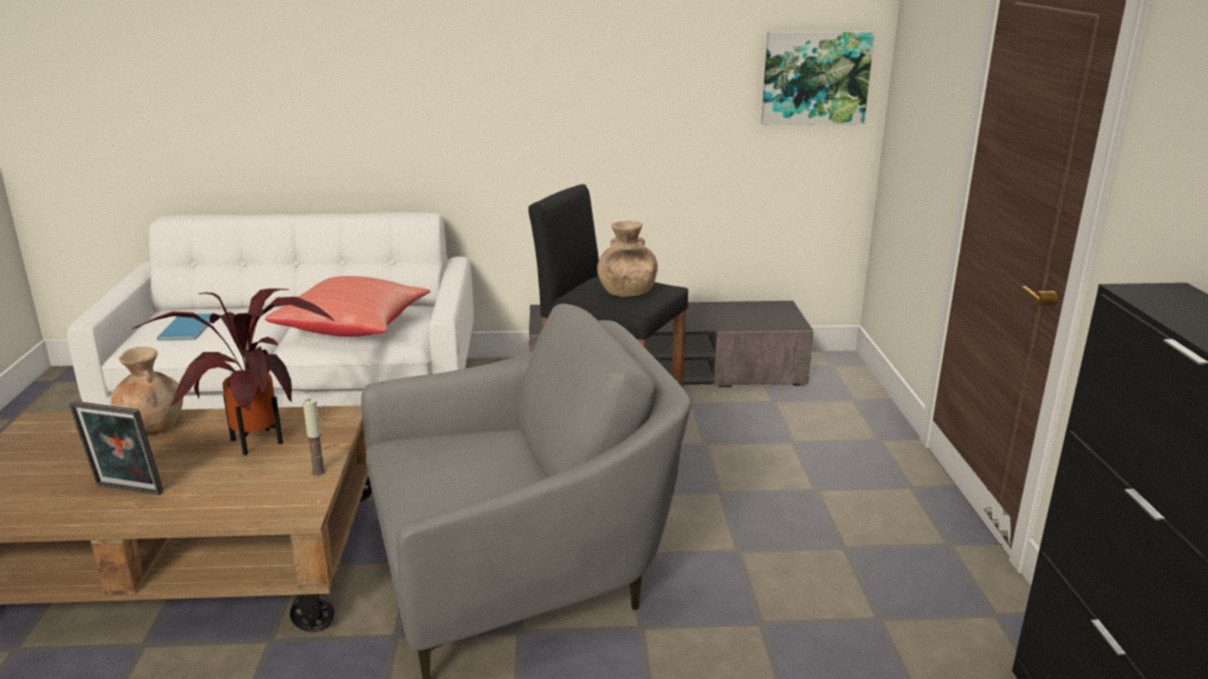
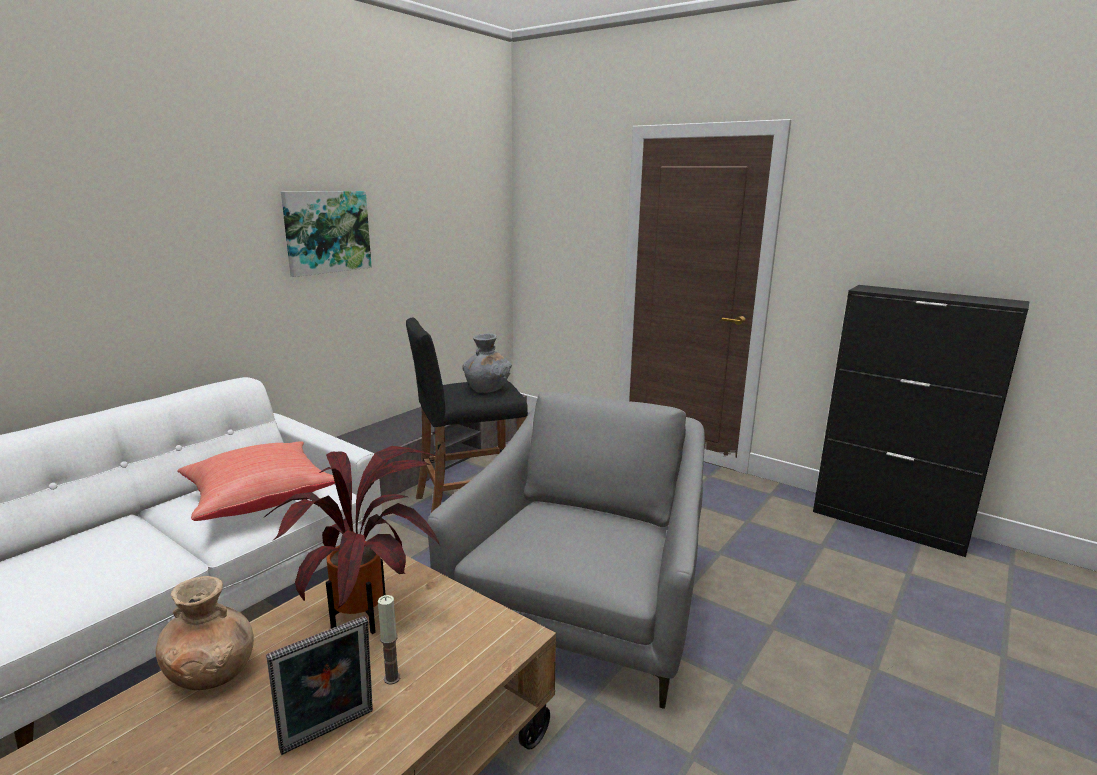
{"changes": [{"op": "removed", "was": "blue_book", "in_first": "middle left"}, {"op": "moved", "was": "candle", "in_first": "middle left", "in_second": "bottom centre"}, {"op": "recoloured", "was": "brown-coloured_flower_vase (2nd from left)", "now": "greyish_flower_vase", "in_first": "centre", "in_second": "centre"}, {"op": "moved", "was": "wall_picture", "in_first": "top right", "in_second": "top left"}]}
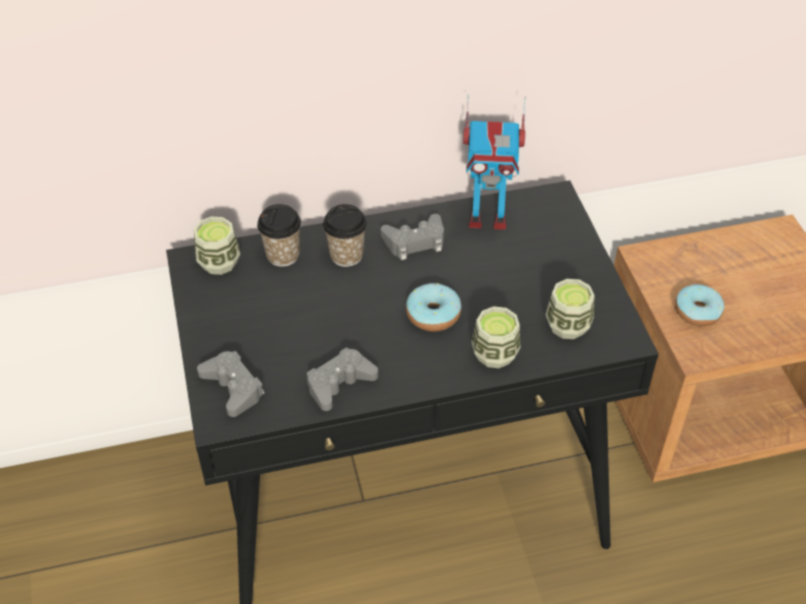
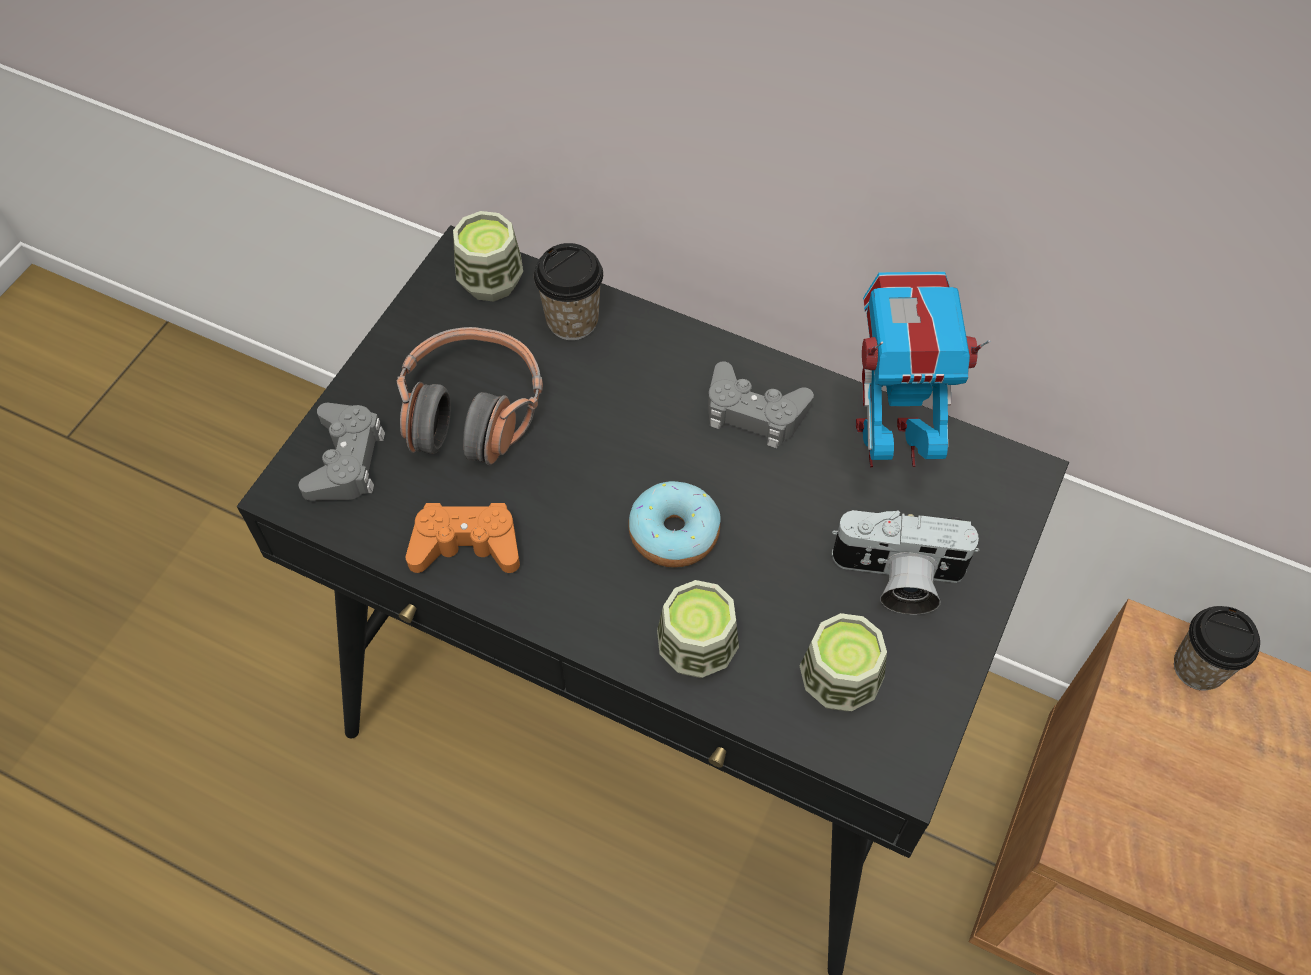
{"changes": [{"op": "recoloured", "was": "greyish_gamepad (2nd from left)", "now": "orange_gamepad", "in_first": "centre", "in_second": "centre"}, {"op": "moved", "was": "small_cup (3rd from left in the first image)", "now": "small_cup (5th from left)", "in_first": "centre", "in_second": "middle right"}, {"op": "turned", "was": "toy_robot", "in_first": "top centre", "in_second": "middle right", "clockwise": 135}, {"op": "removed", "was": "donut (2nd from left)", "in_first": "middle right"}, {"op": "added", "now": "headset", "in_second": "centre"}, {"op": "added", "now": "photo_camera", "in_second": "middle right"}]}
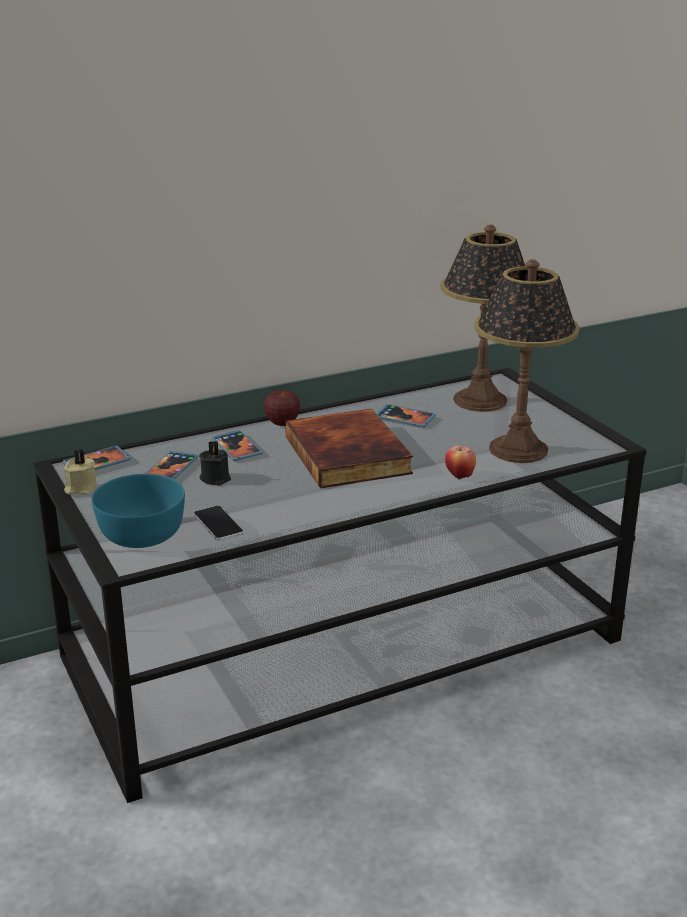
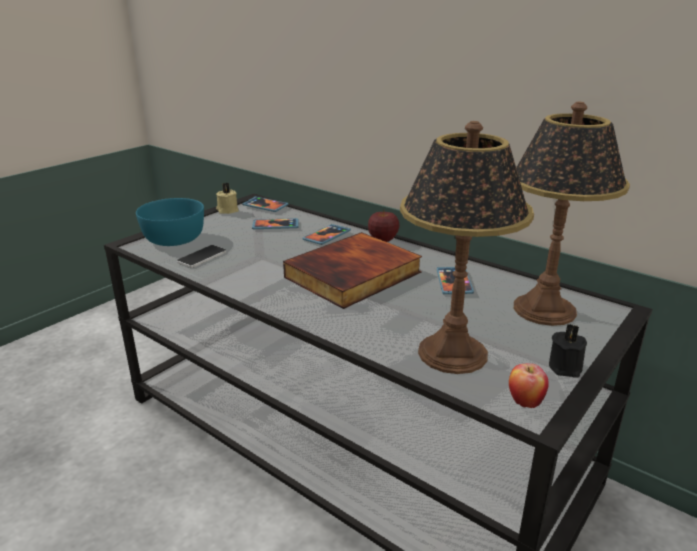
{"changes": [{"op": "moved", "was": "blackish_candle", "in_first": "middle left", "in_second": "middle right"}, {"op": "moved", "was": "apple_fruit (2nd from left)", "in_first": "middle right", "in_second": "bottom right"}]}
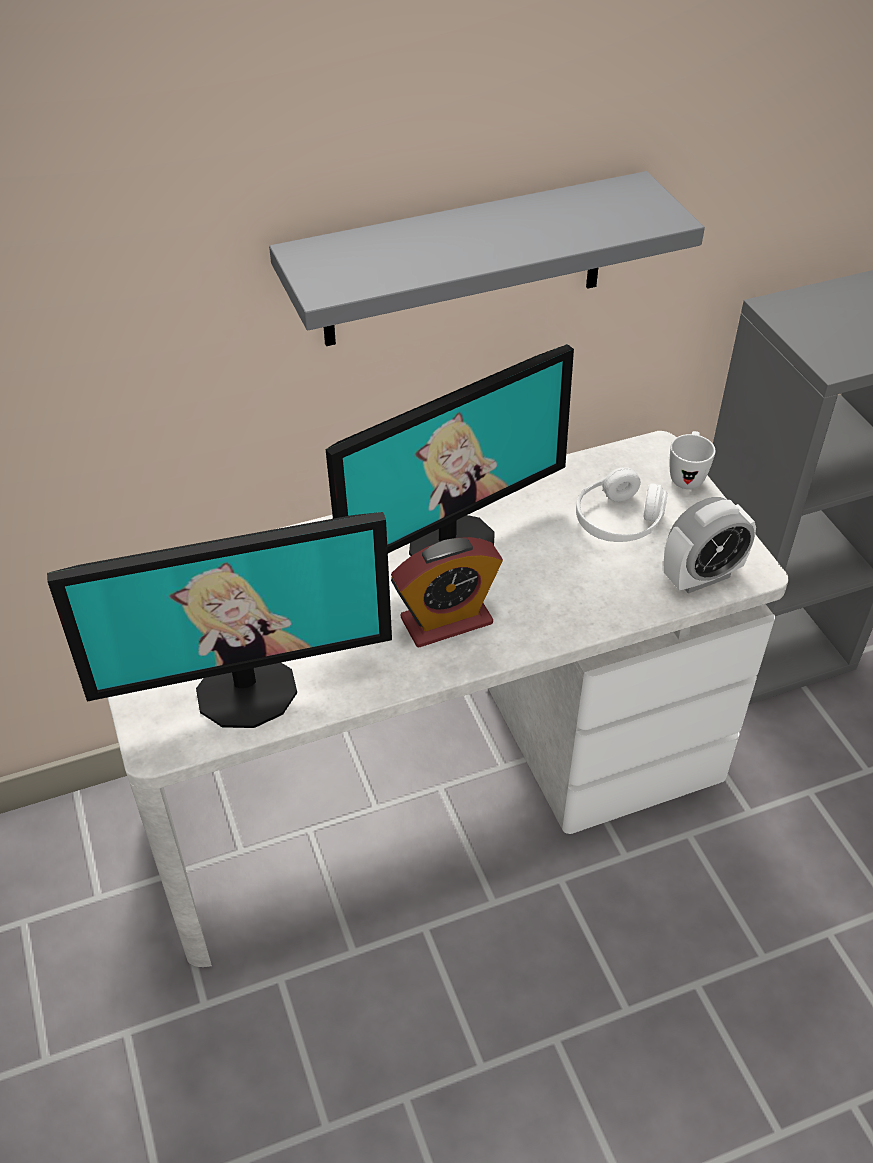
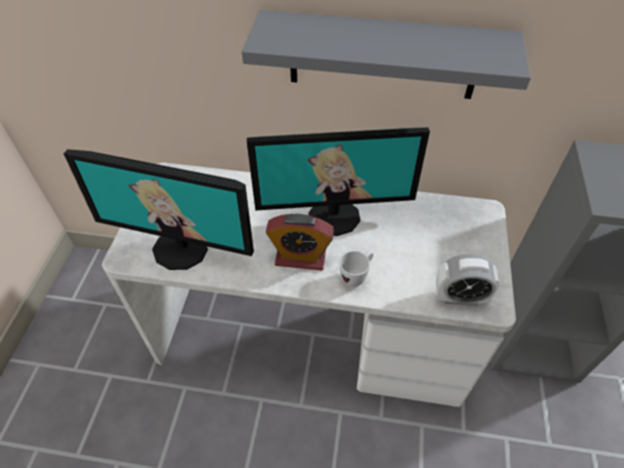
{"changes": [{"op": "removed", "was": "white-coloured_headset", "in_first": "middle right"}, {"op": "moved", "was": "white-coloured_mug", "in_first": "middle right", "in_second": "centre"}]}
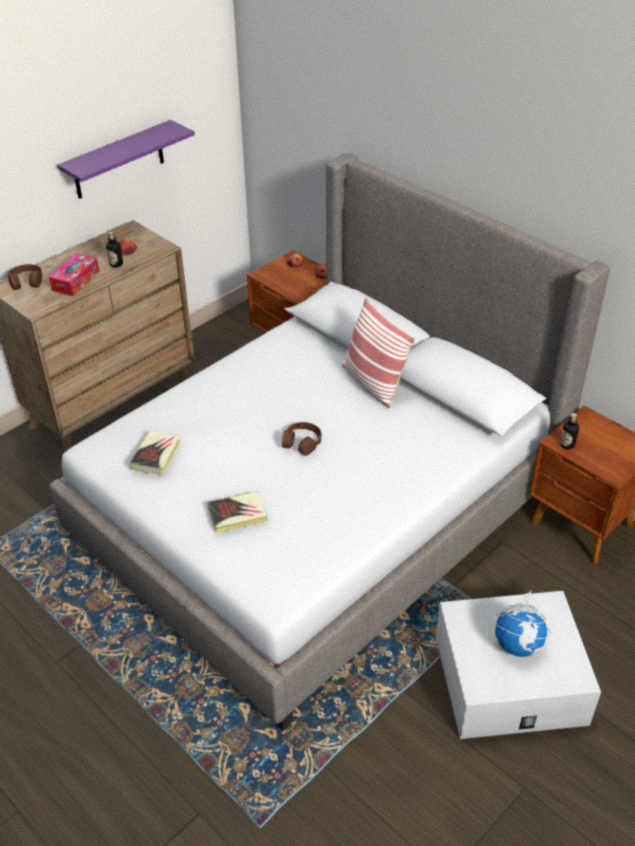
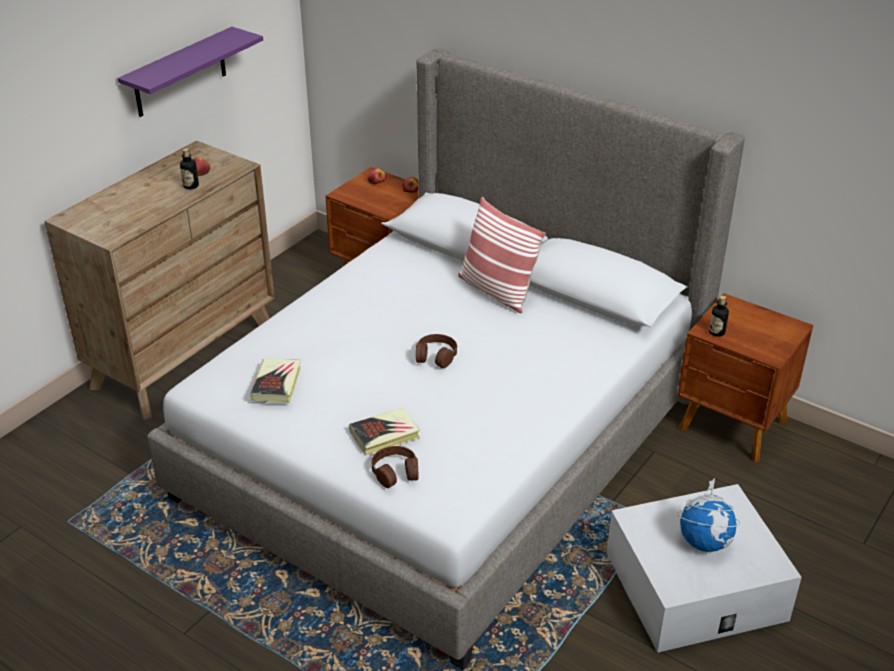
{"changes": [{"op": "moved", "was": "brown-coloured_headset (1st from left)", "in_first": "top left", "in_second": "bottom centre"}, {"op": "removed", "was": "box_of_tissues", "in_first": "top left"}]}
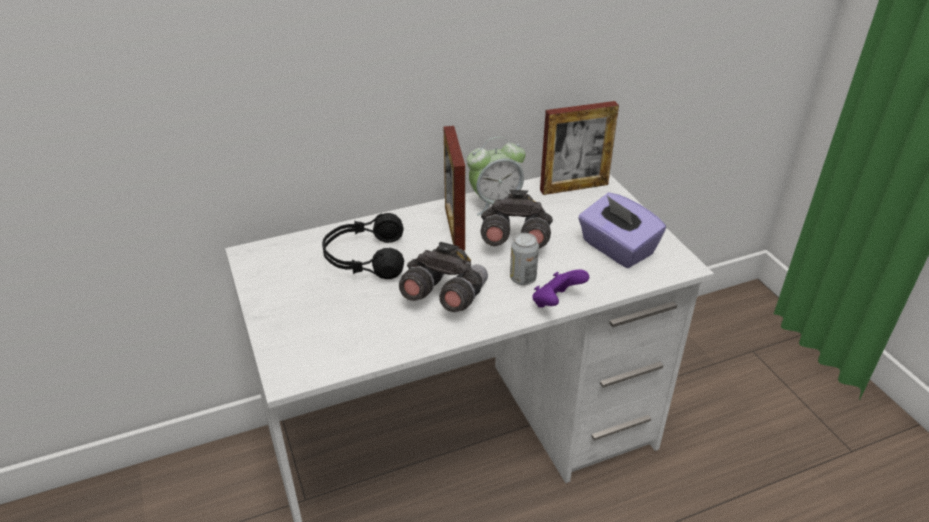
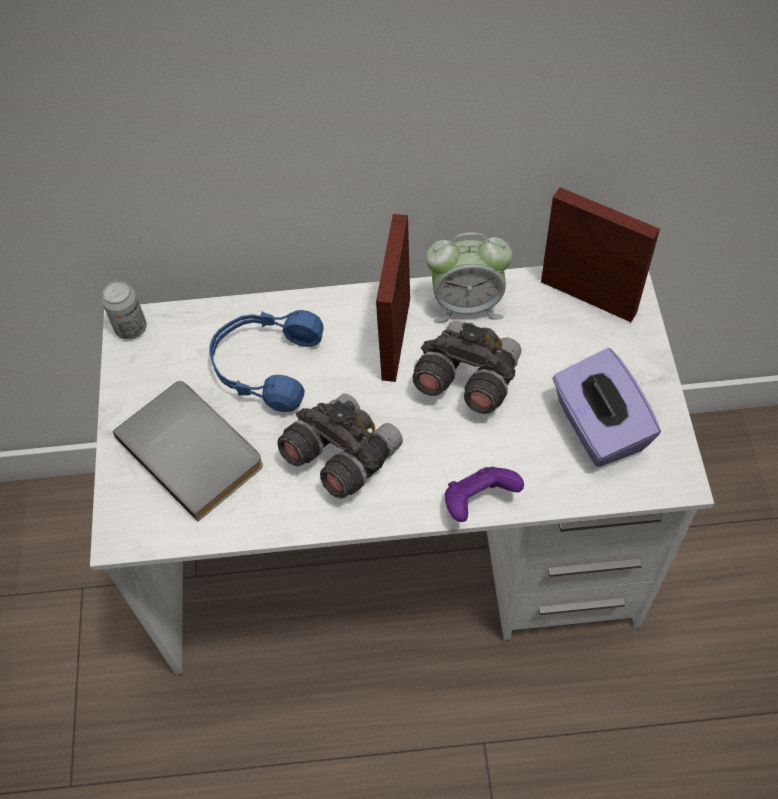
{"changes": [{"op": "recoloured", "was": "blackish_headset", "now": "blue_headset", "in_first": "centre", "in_second": "centre"}, {"op": "moved", "was": "sealed_can", "in_first": "centre", "in_second": "middle left"}, {"op": "turned", "was": "picture_frame (2nd from left)", "in_first": "top centre", "in_second": "top right", "clockwise": -150}, {"op": "added", "now": "greyish_book", "in_second": "middle left"}]}
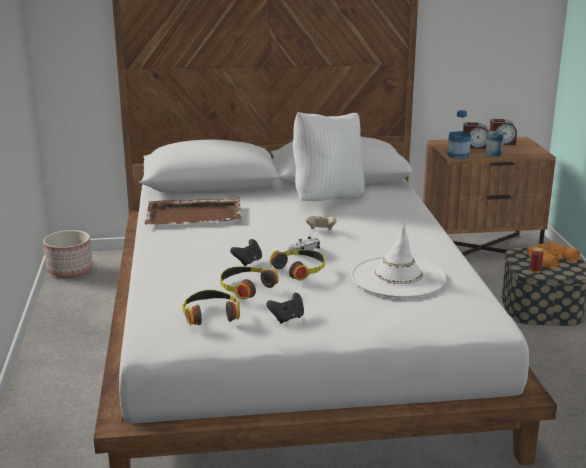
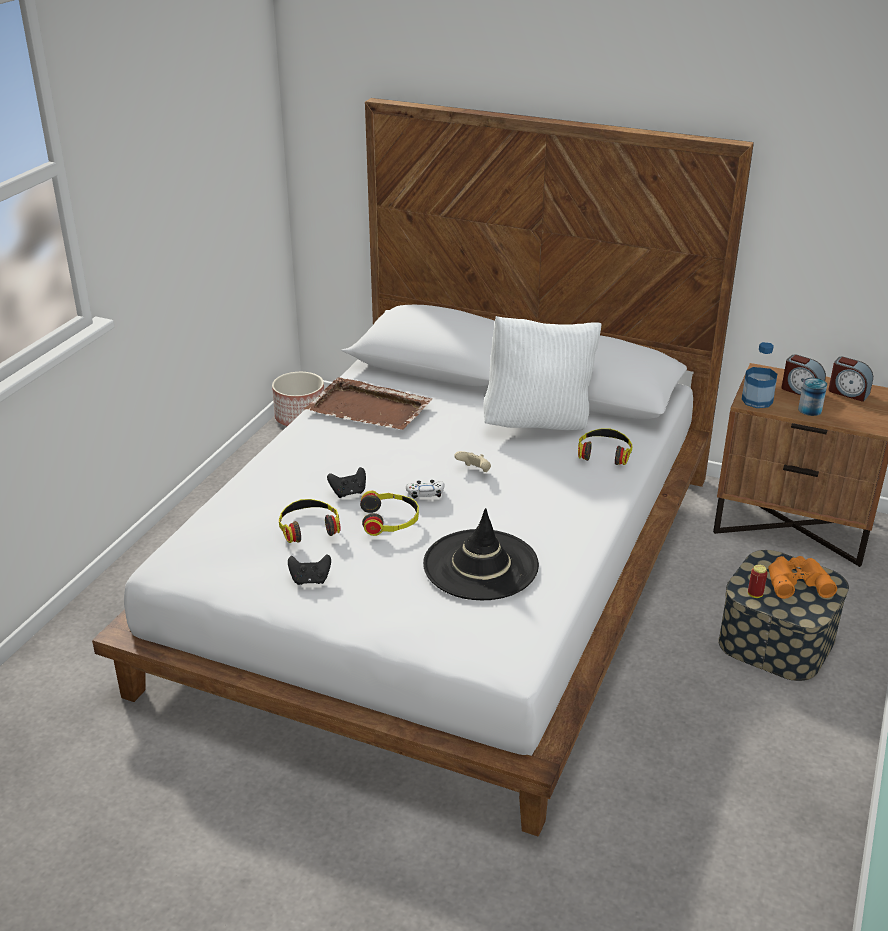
{"changes": [{"op": "moved", "was": "headset (1st from left in the first image)", "now": "headset (3rd from left)", "in_first": "centre", "in_second": "middle right"}, {"op": "recoloured", "was": "white-coloured_wearable_hat", "now": "blackish_wearable_hat", "in_first": "middle right", "in_second": "centre"}]}
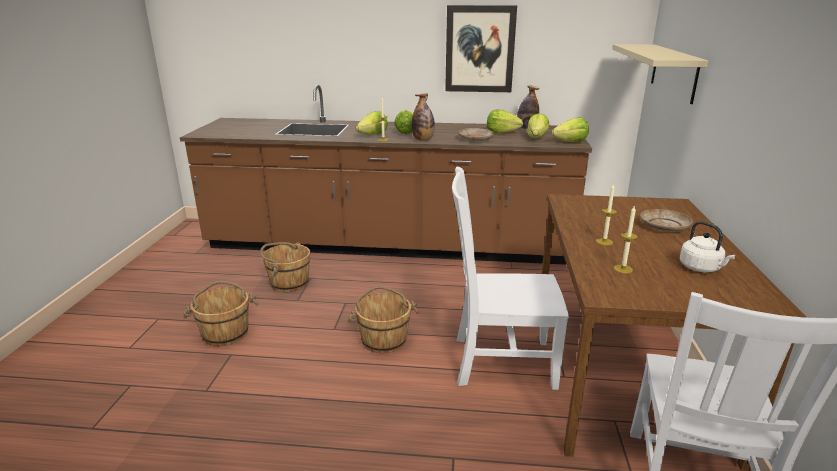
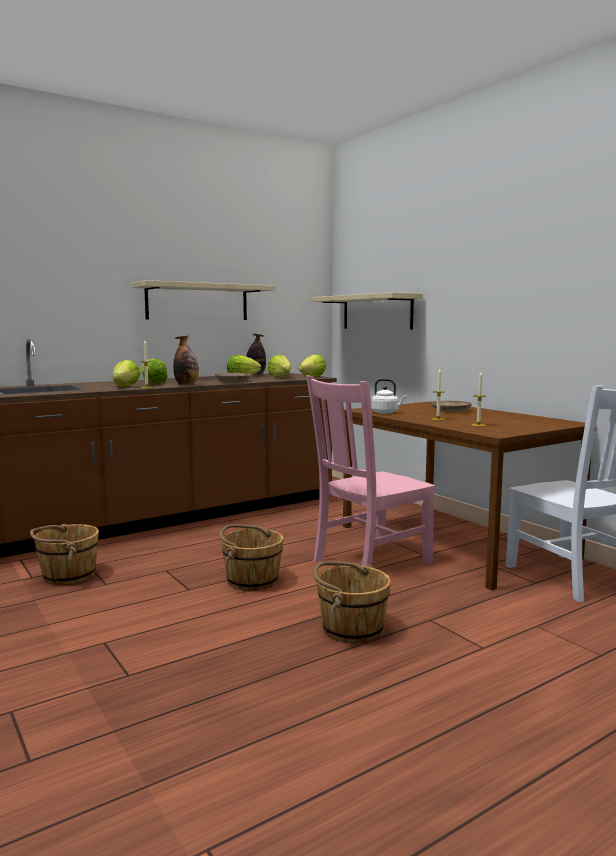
{"changes": [{"op": "moved", "was": "brown-coloured_pail (1st from left in the first image)", "now": "brown-coloured_pail (3rd from left)", "in_first": "middle left", "in_second": "bottom centre"}, {"op": "replaced", "was": "wall_picture", "now": "beige-coloured_wall_shelf (1st from left)", "in_first": "top centre", "in_second": "middle left"}, {"op": "recoloured", "was": "white-coloured_chair (1st from left)", "now": "pinkish_chair", "in_first": "centre", "in_second": "centre"}, {"op": "moved", "was": "white-coloured_water_kettle", "in_first": "middle right", "in_second": "centre"}]}
